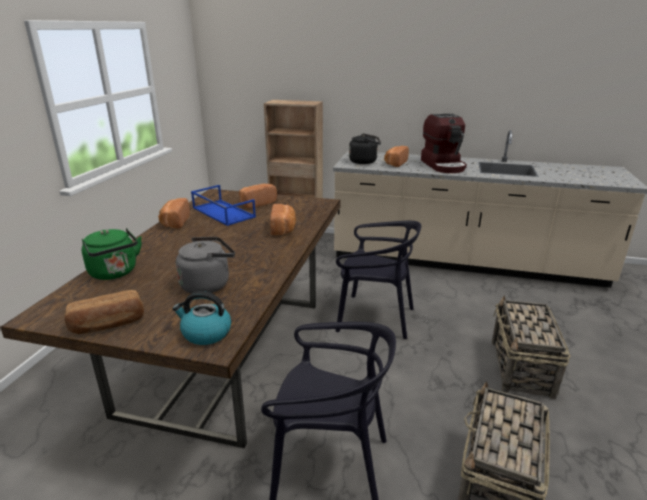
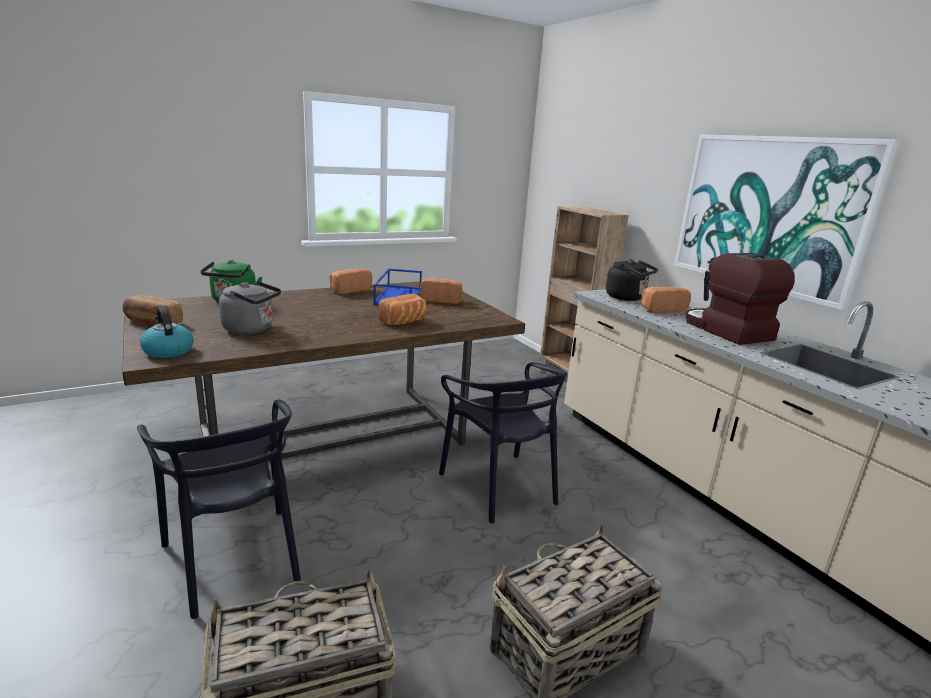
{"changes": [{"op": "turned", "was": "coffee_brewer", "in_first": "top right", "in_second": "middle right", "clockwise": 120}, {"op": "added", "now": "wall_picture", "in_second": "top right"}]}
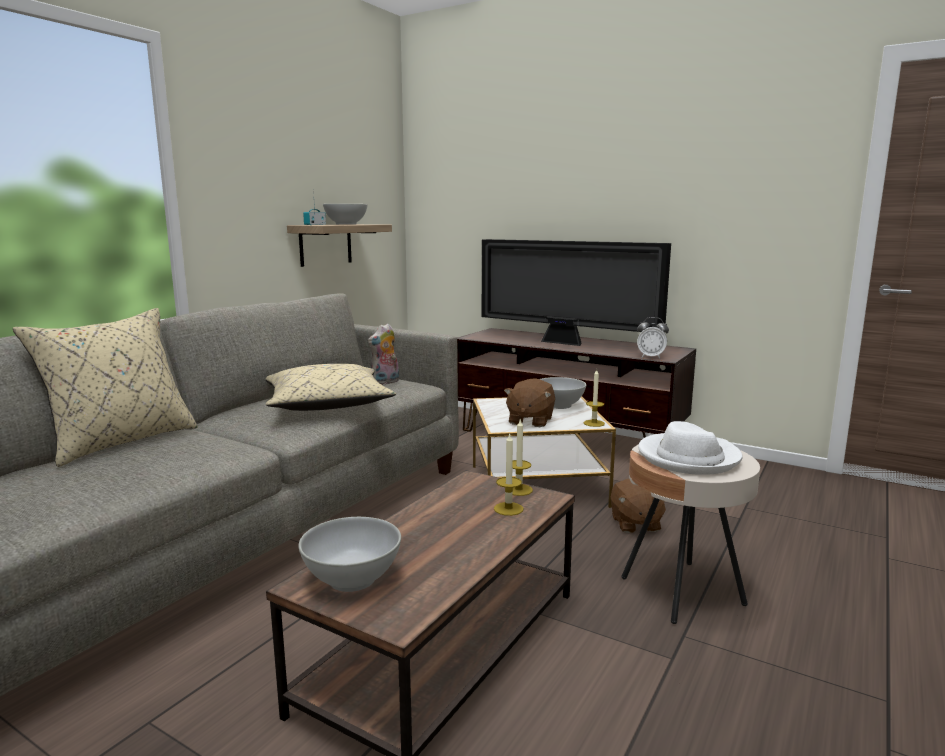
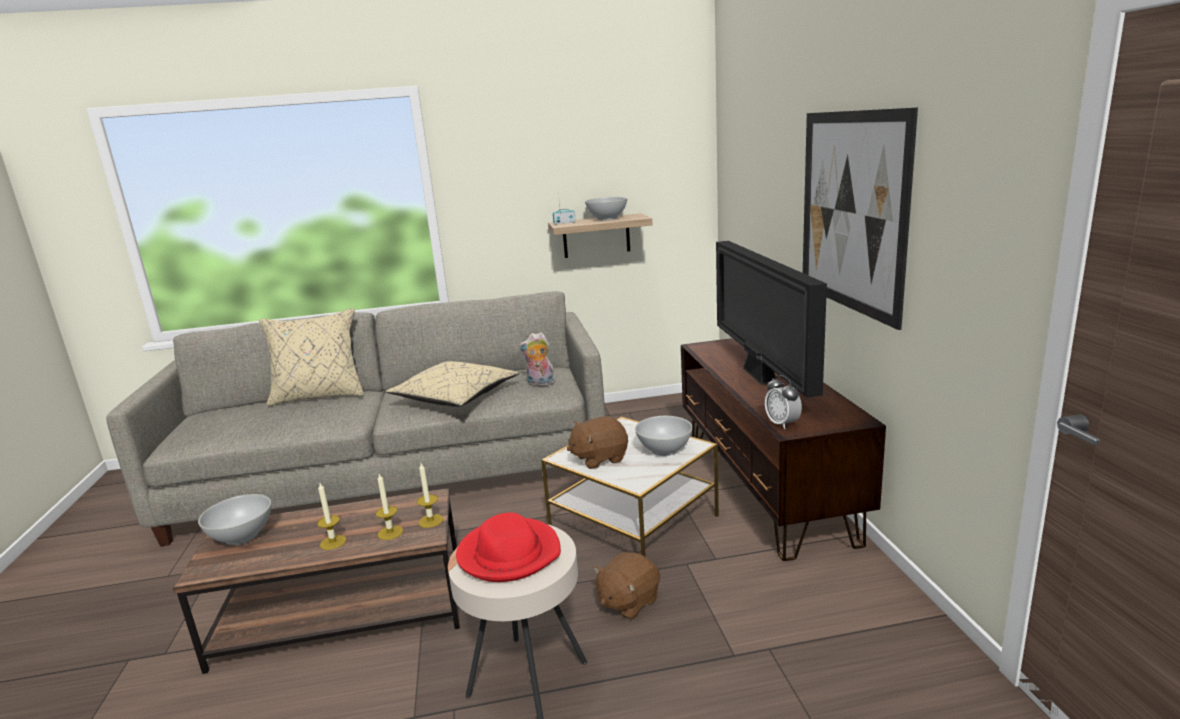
{"changes": [{"op": "moved", "was": "candle (3rd from left in the first image)", "now": "candle (1st from left)", "in_first": "centre", "in_second": "bottom left"}, {"op": "recoloured", "was": "white-coloured_wearable_hat", "now": "red_wearable_hat", "in_first": "middle right", "in_second": "bottom centre"}, {"op": "added", "now": "wall_picture", "in_second": "top right"}]}
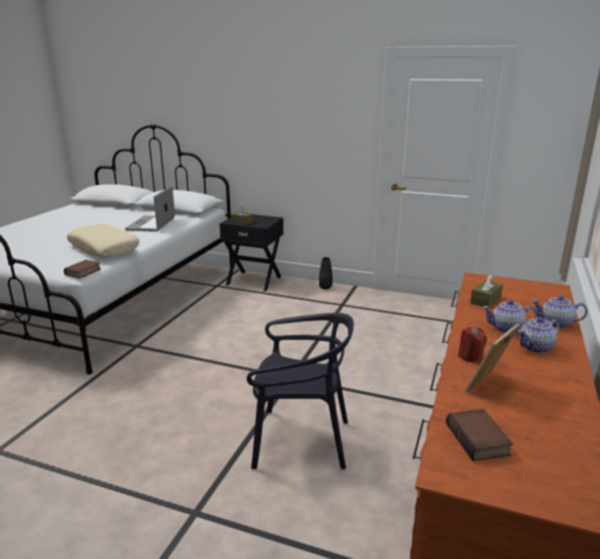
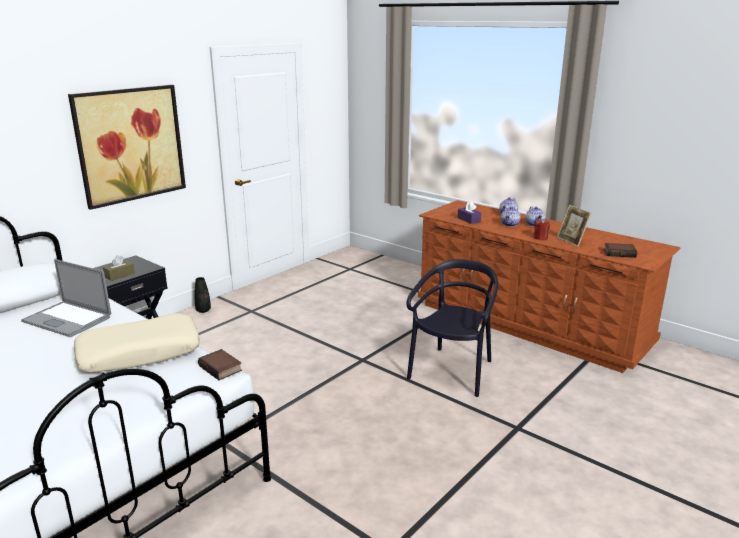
{"changes": [{"op": "recoloured", "was": "brown-coloured_box_of_tissues (2nd from left)", "now": "purplish_box_of_tissues", "in_first": "middle right", "in_second": "centre"}, {"op": "added", "now": "wall_picture", "in_second": "top left"}]}
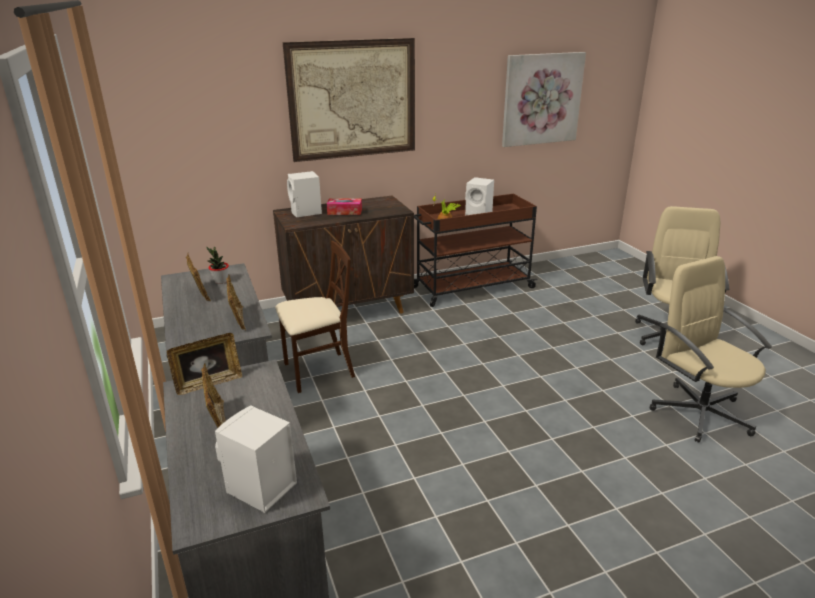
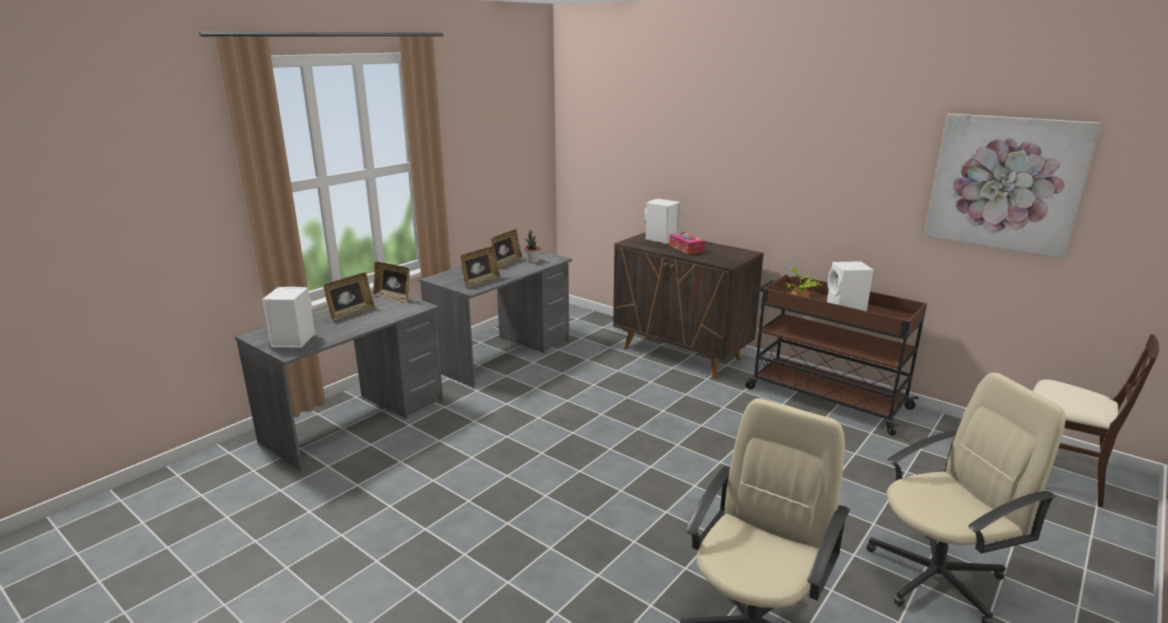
{"changes": [{"op": "moved", "was": "beige-coloured_chair", "in_first": "centre", "in_second": "bottom right"}, {"op": "removed", "was": "wall_picture (1st from left)", "in_first": "top centre"}]}
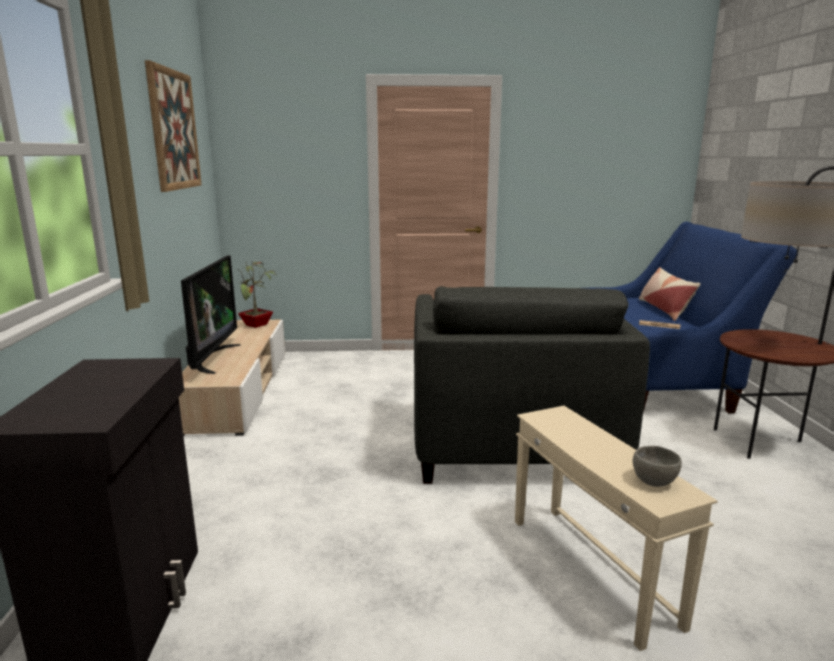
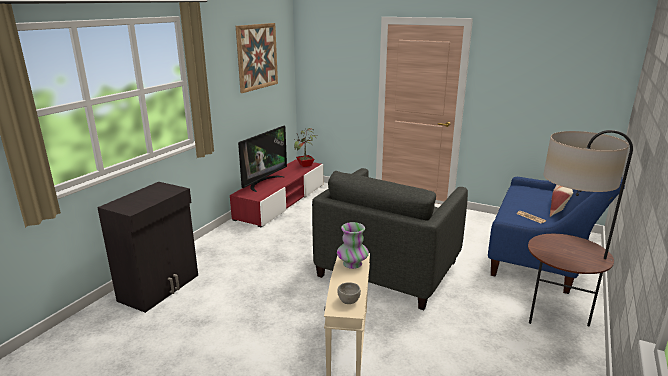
{"changes": [{"op": "recoloured", "was": "beige-coloured_media_console", "now": "red_media_console", "in_first": "middle left", "in_second": "centre"}, {"op": "added", "now": "flower_vase", "in_second": "centre"}]}
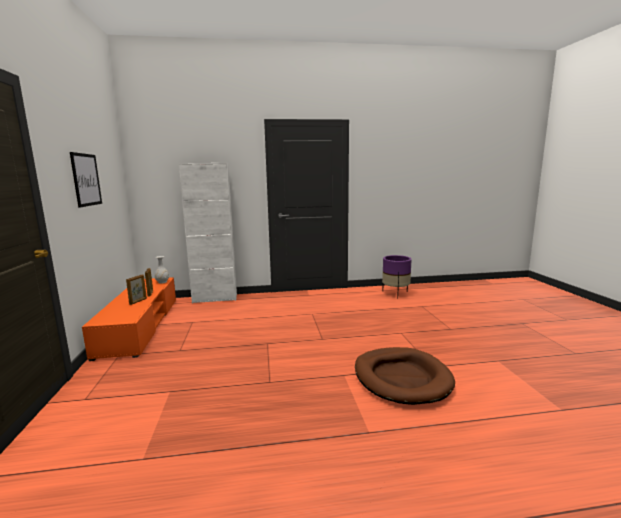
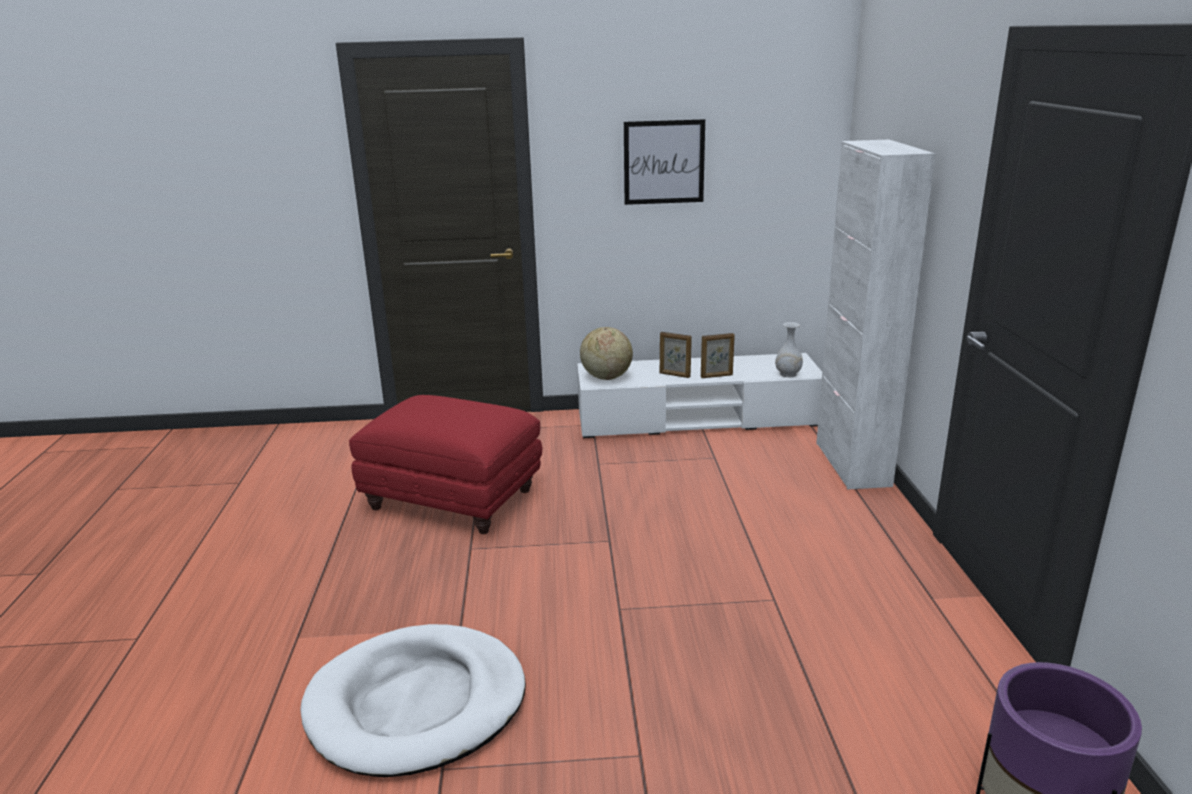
{"changes": [{"op": "recoloured", "was": "orange_media_console", "now": "white-coloured_media_console", "in_first": "middle left", "in_second": "centre"}, {"op": "recoloured", "was": "brown-coloured_dog_cushion", "now": "white-coloured_dog_cushion", "in_first": "bottom centre", "in_second": "bottom centre"}, {"op": "added", "now": "red_footrest", "in_second": "centre"}, {"op": "added", "now": "world_globe", "in_second": "centre"}]}
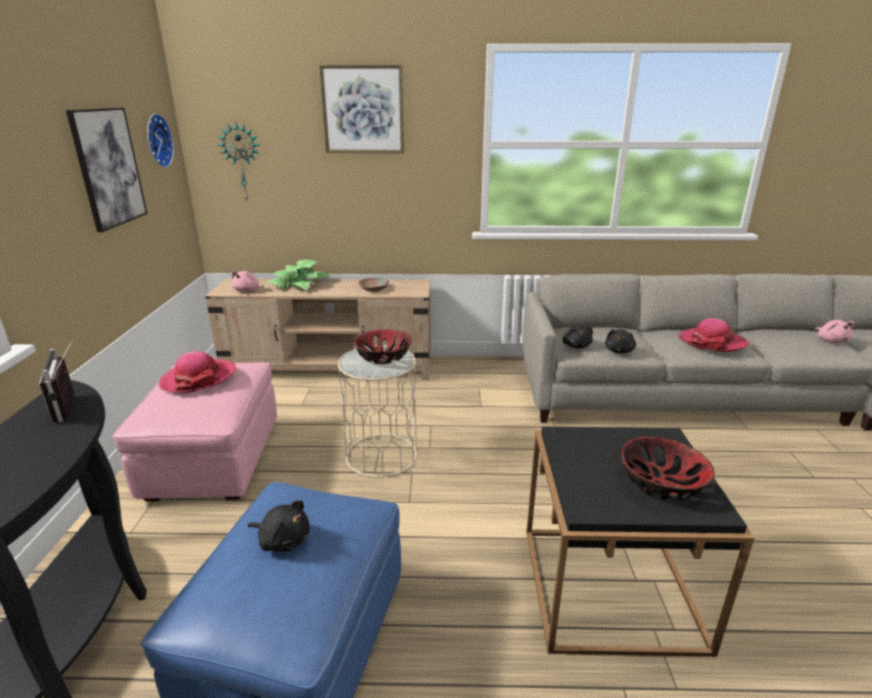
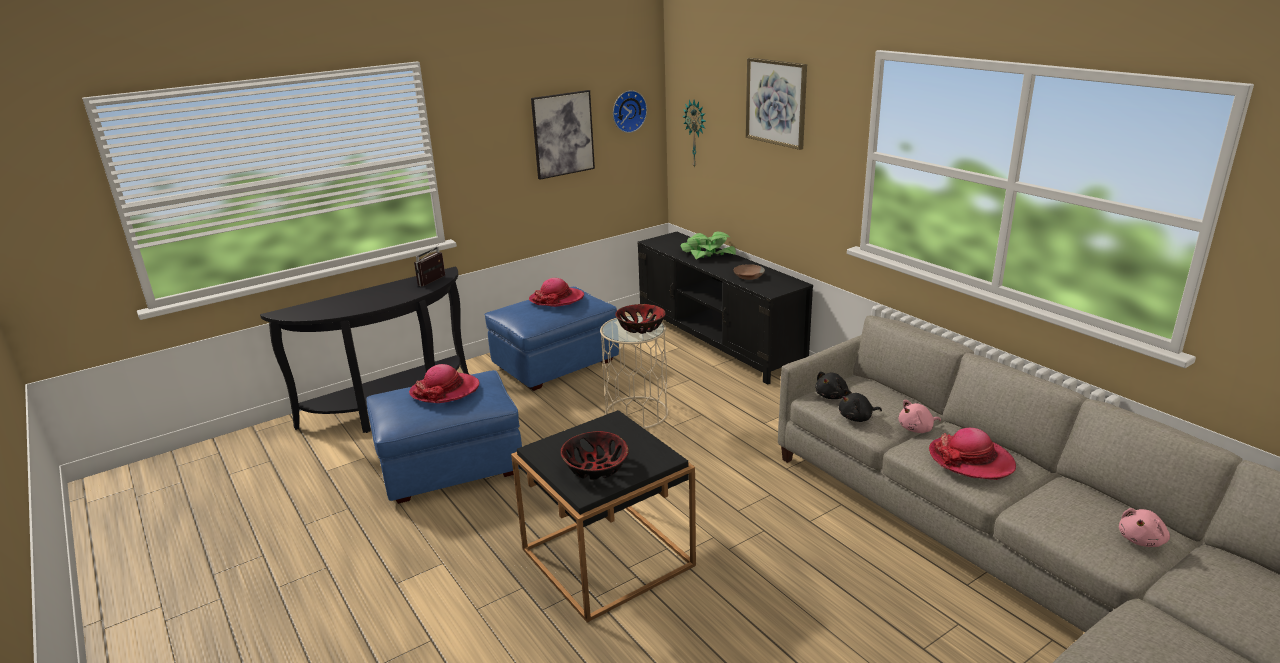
{"changes": [{"op": "recoloured", "was": "pinkish_footrest", "now": "blue_footrest (2nd from left)", "in_first": "middle left", "in_second": "centre"}, {"op": "recoloured", "was": "beige-coloured_media_console", "now": "blackish_media_console", "in_first": "centre", "in_second": "centre"}, {"op": "moved", "was": "pinkish_soft_toy (1st from left)", "in_first": "middle left", "in_second": "middle right"}, {"op": "replaced", "was": "blackish_soft_toy (1st from left)", "now": "wearable_hat (1st from left)", "in_first": "bottom left", "in_second": "centre"}]}
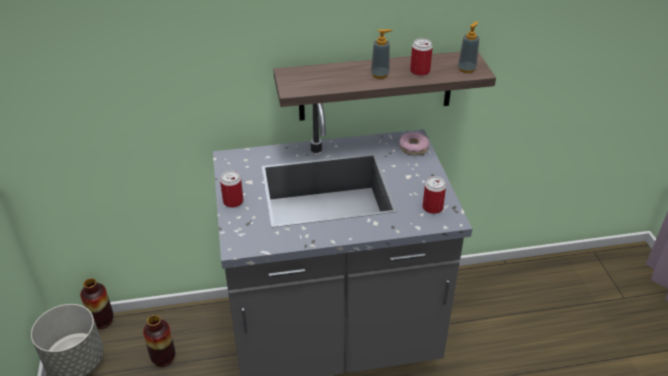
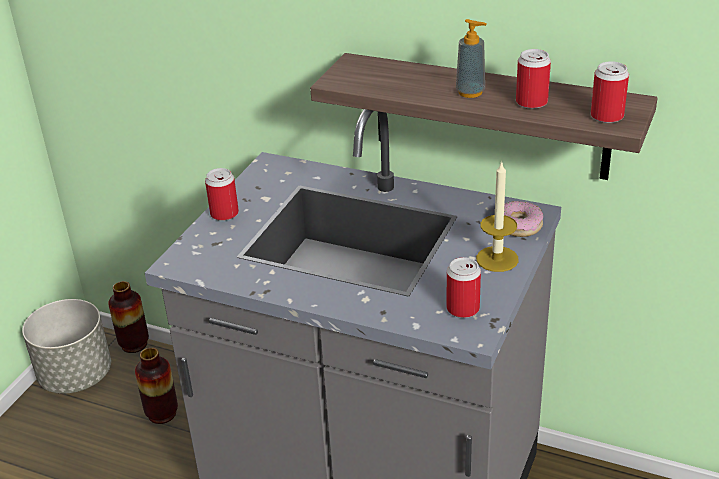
{"changes": [{"op": "replaced", "was": "soap_dispenser (2nd from left)", "now": "sealed_can (4th from left)", "in_first": "top right", "in_second": "top right"}, {"op": "added", "now": "candle", "in_second": "middle right"}]}
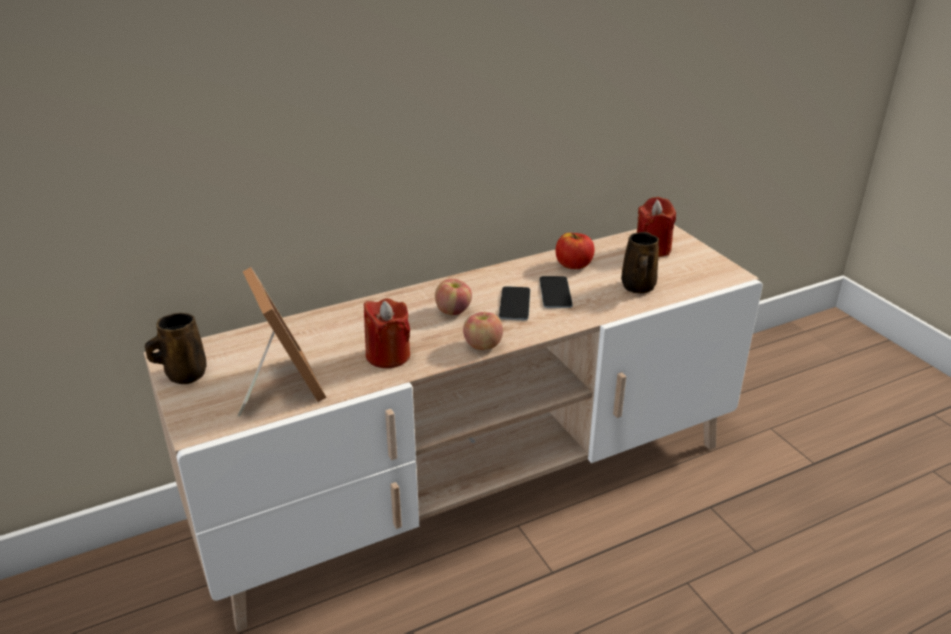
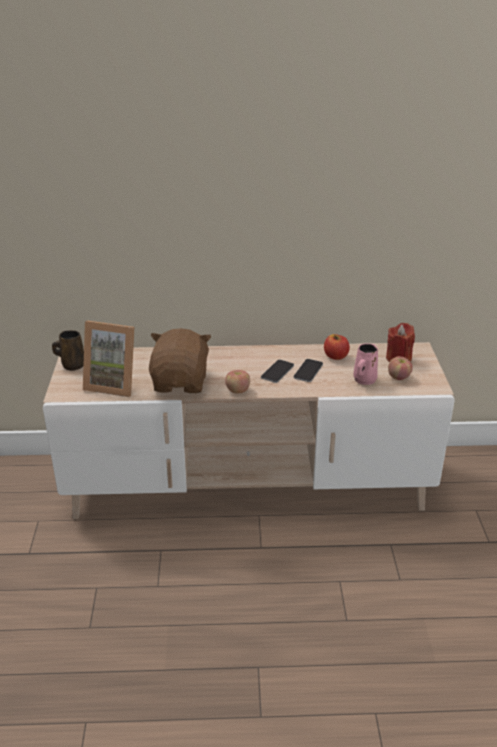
{"changes": [{"op": "turned", "was": "picture_frame", "in_first": "middle left", "in_second": "middle left", "clockwise": 105}, {"op": "replaced", "was": "red_candle (1st from left)", "now": "brown-coloured_soft_toy", "in_first": "centre", "in_second": "centre"}, {"op": "moved", "was": "apple_fruit (1st from left in the first image)", "now": "apple_fruit (3rd from left)", "in_first": "centre", "in_second": "middle right"}, {"op": "recoloured", "was": "brown-coloured_mug (2nd from left)", "now": "pinkish_mug", "in_first": "middle right", "in_second": "middle right"}]}
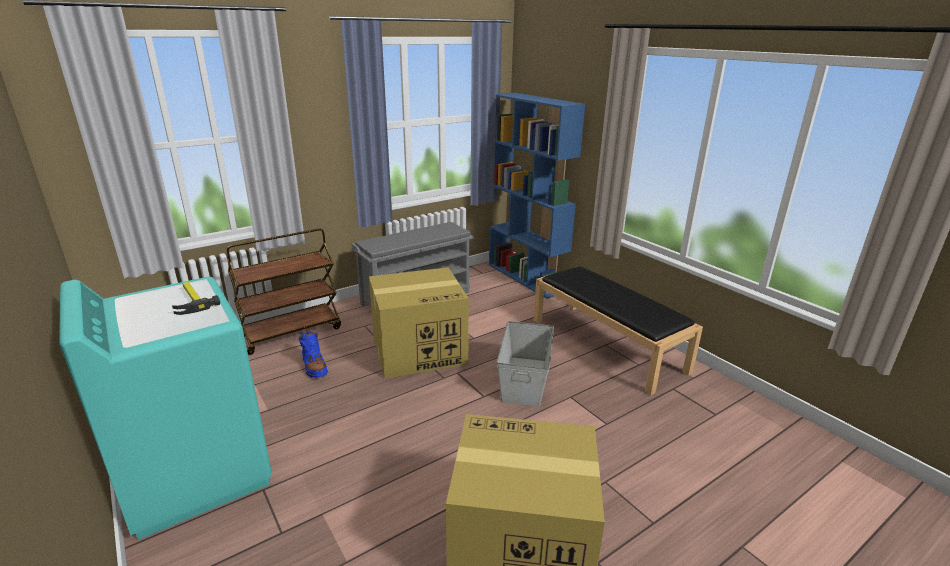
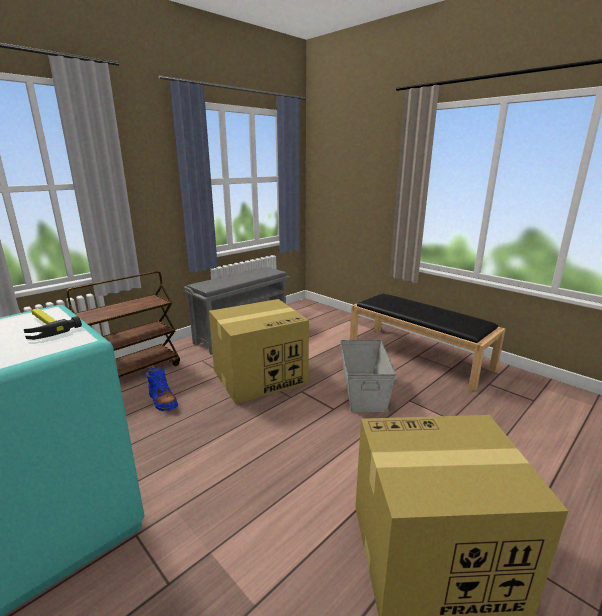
{"changes": [{"op": "removed", "was": "blue_bookshelf", "in_first": "centre"}]}
